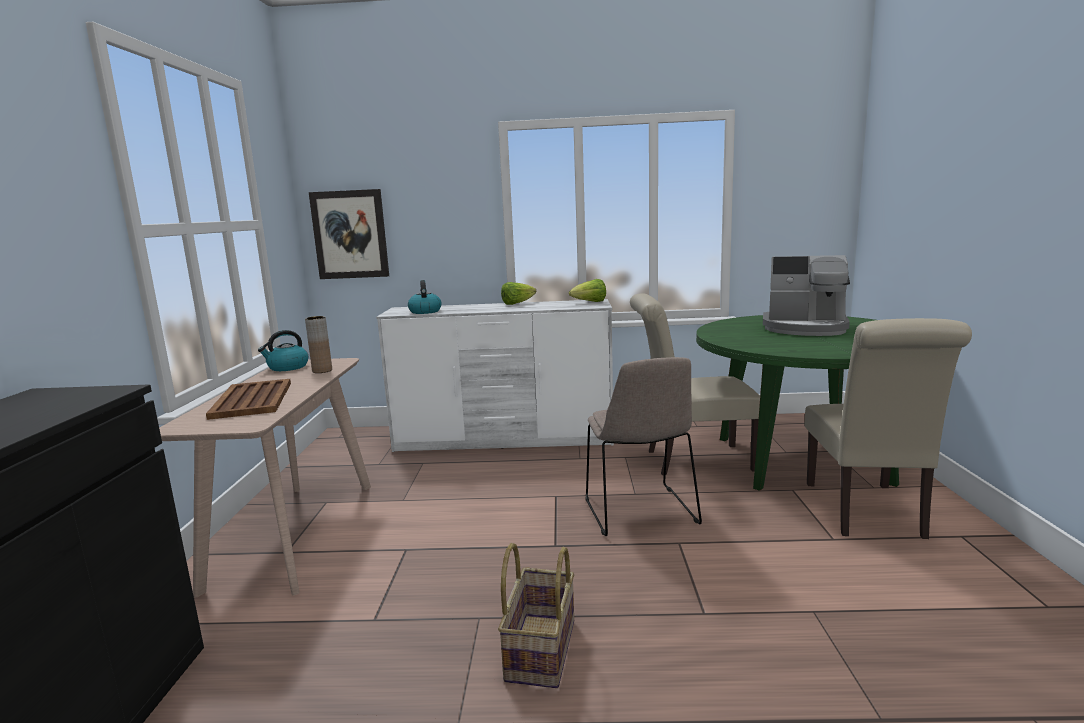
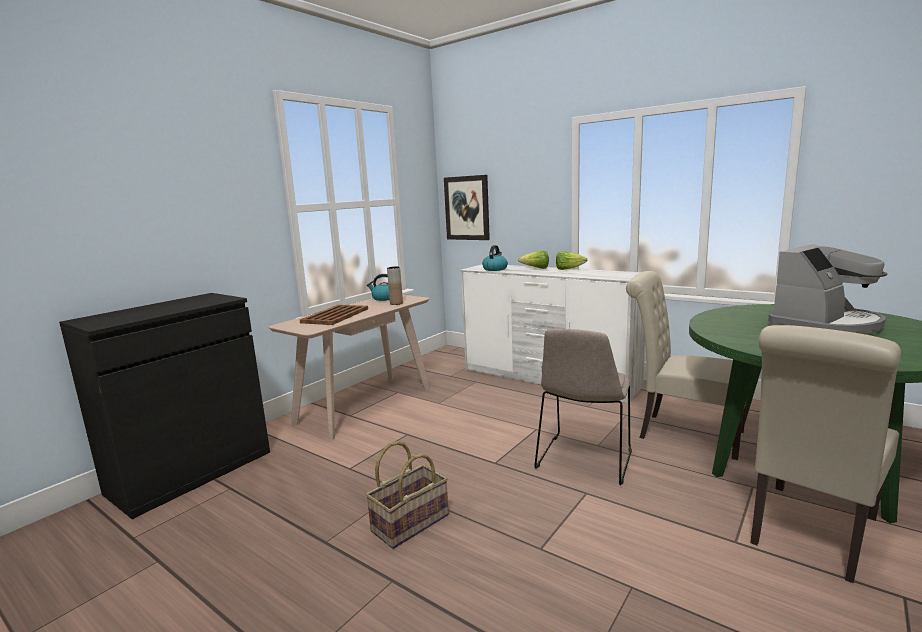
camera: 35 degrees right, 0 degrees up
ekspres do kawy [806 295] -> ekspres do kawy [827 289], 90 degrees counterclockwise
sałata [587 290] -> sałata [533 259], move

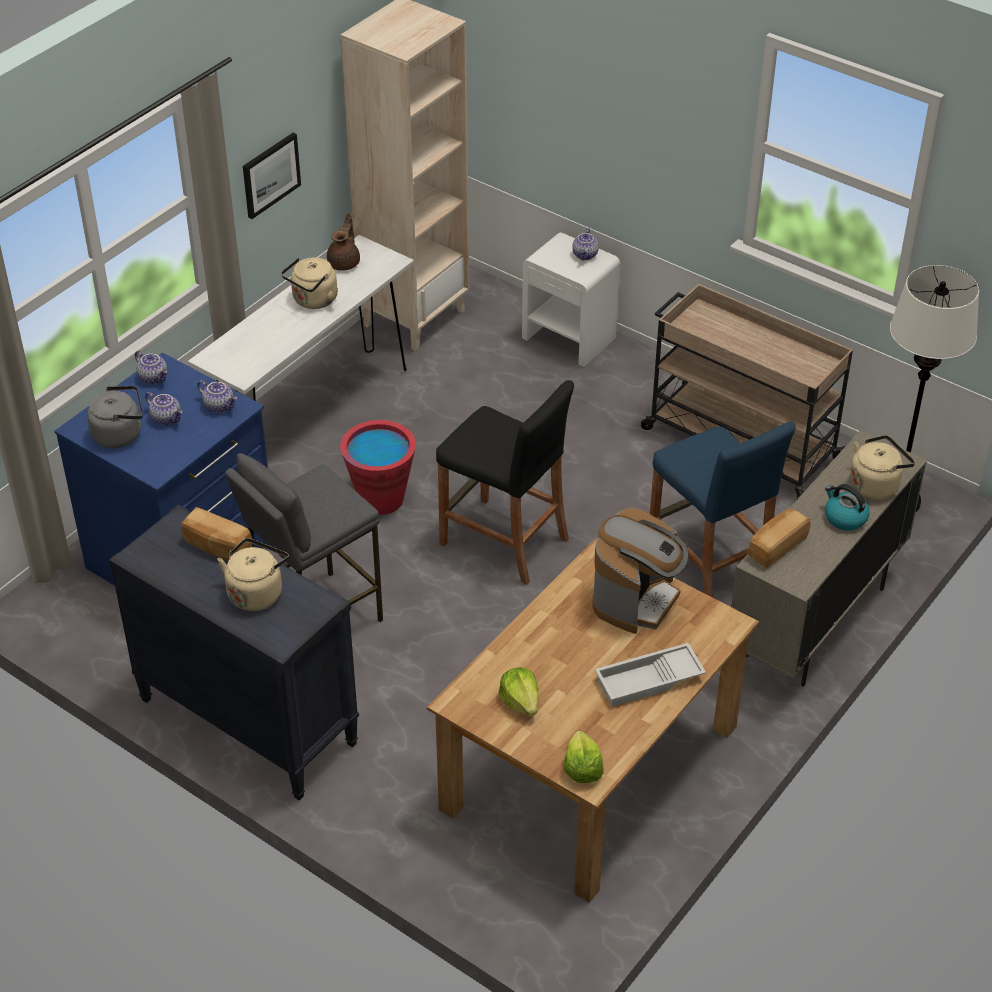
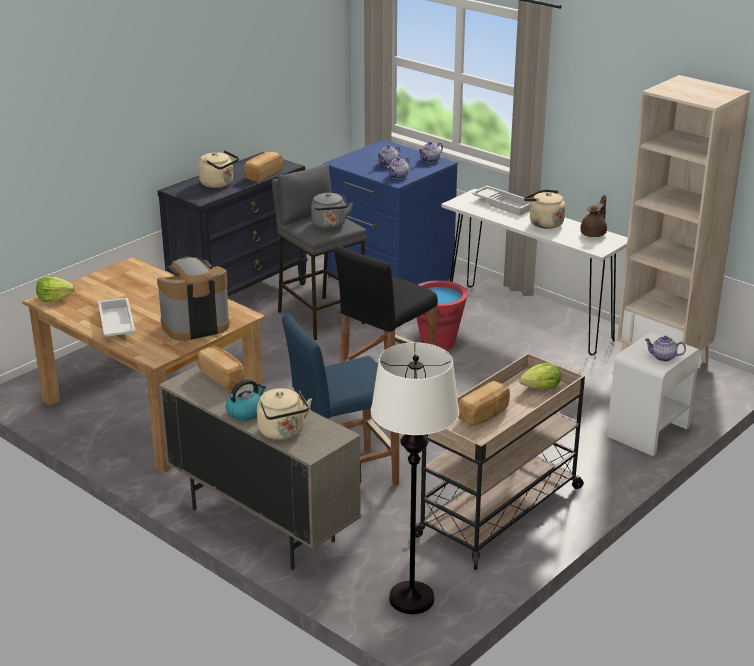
camera: 95 degrees right, 15 degrees down
obraz [272 176] -> none
imbryk (brązowy) [343 241] -> imbryk (brązowy) [593 216], 75 degrees counterclockwise
czajnik (szary) [115 417] -> czajnik (szary) [332 211], move
ekspres do kawy [640 571] -> ekspres do kawy [193 298], 120 degrees clockwise
sałata [518 691] -> sałata [540 376], move
none -> taca (biały) [501 201]
none -> chleb [484 403]

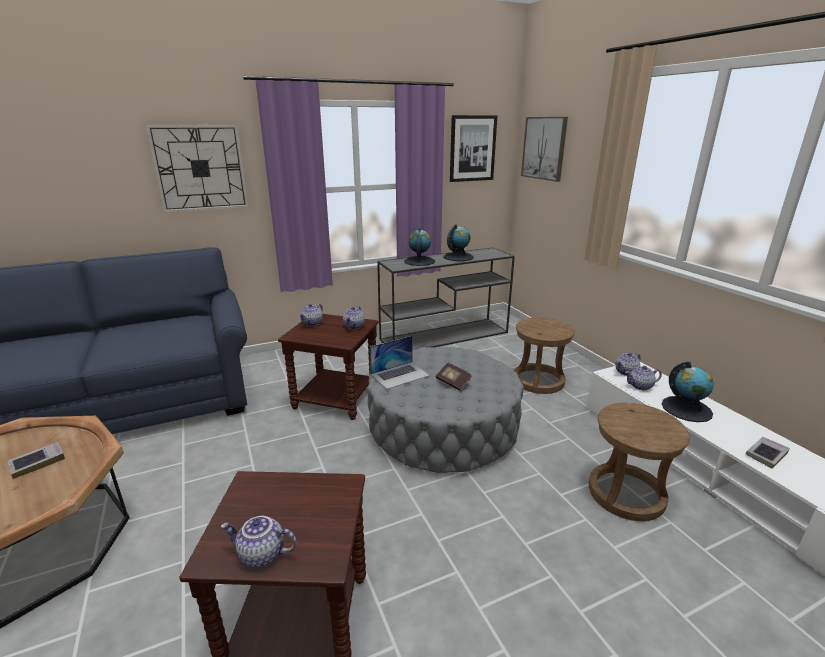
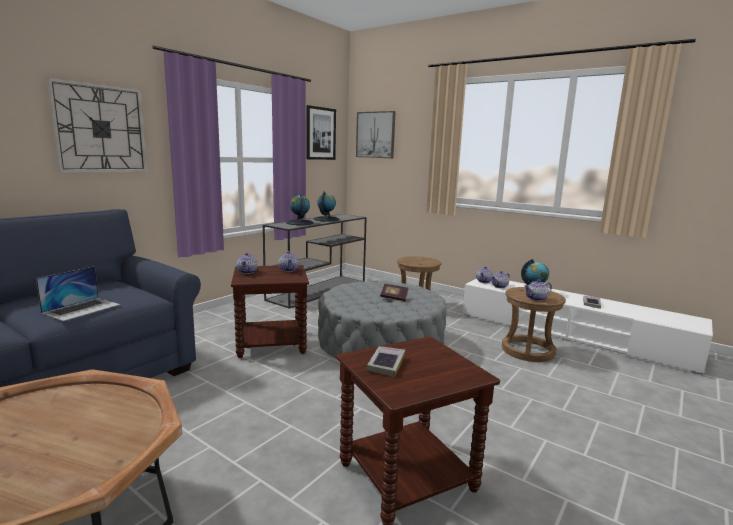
camera: 30 degrees left, 10 degrees down
laptop [400 362] -> laptop [78 293], move
książka [36 460] -> książka [385 361], move
imbryk [259 541] -> imbryk [538 290], move

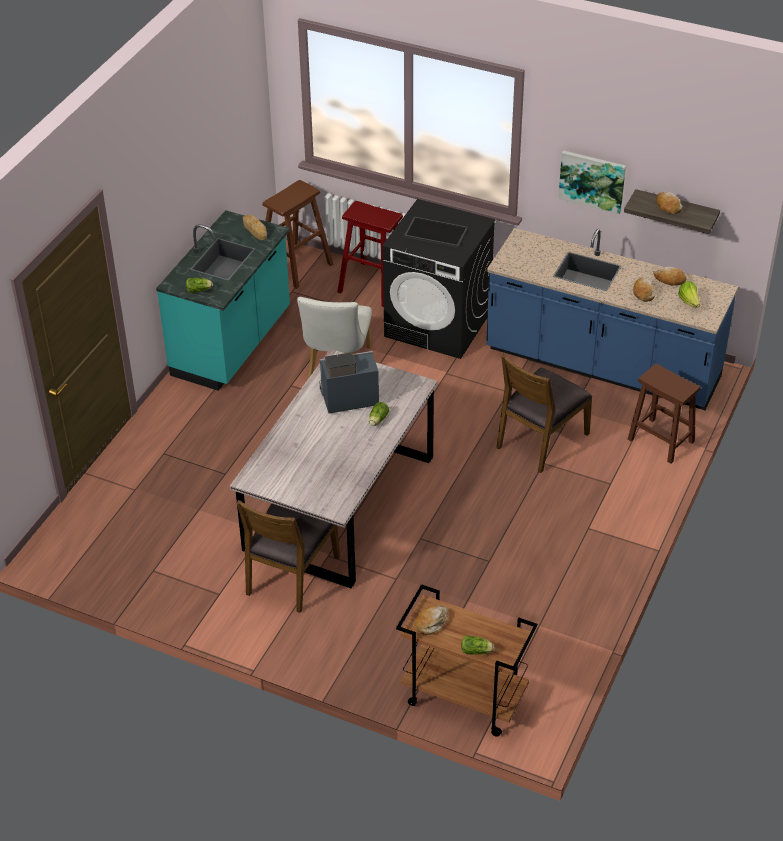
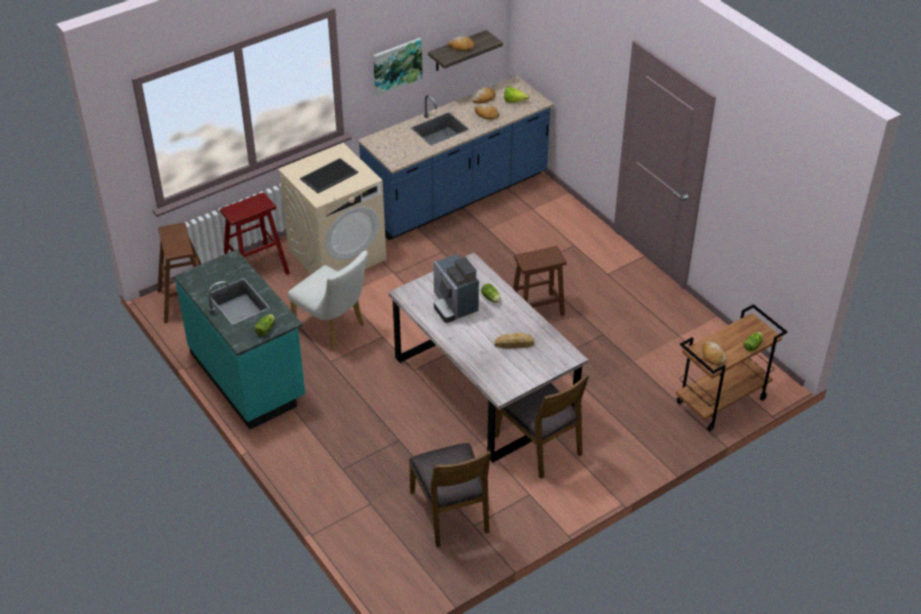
camera: 60 degrees left, 0 degrees up
pralka (czarny) [439 279] -> pralka (beżowy) [332 208]
chleb [255 227] -> chleb [514 341], move
ekspres do kawy [349 382] -> ekspres do kawy [456 288], 45 degrees counterclockwise
krzesło (brązowy) [544 413] -> krzesło (brązowy) [450 495], move
stołek (brązowy) [664 413] -> stołek (brązowy) [539 281], move

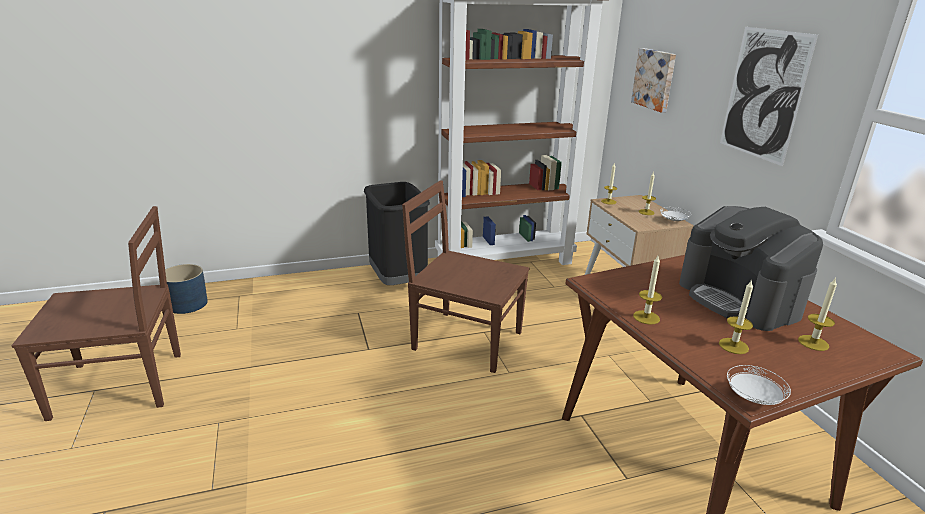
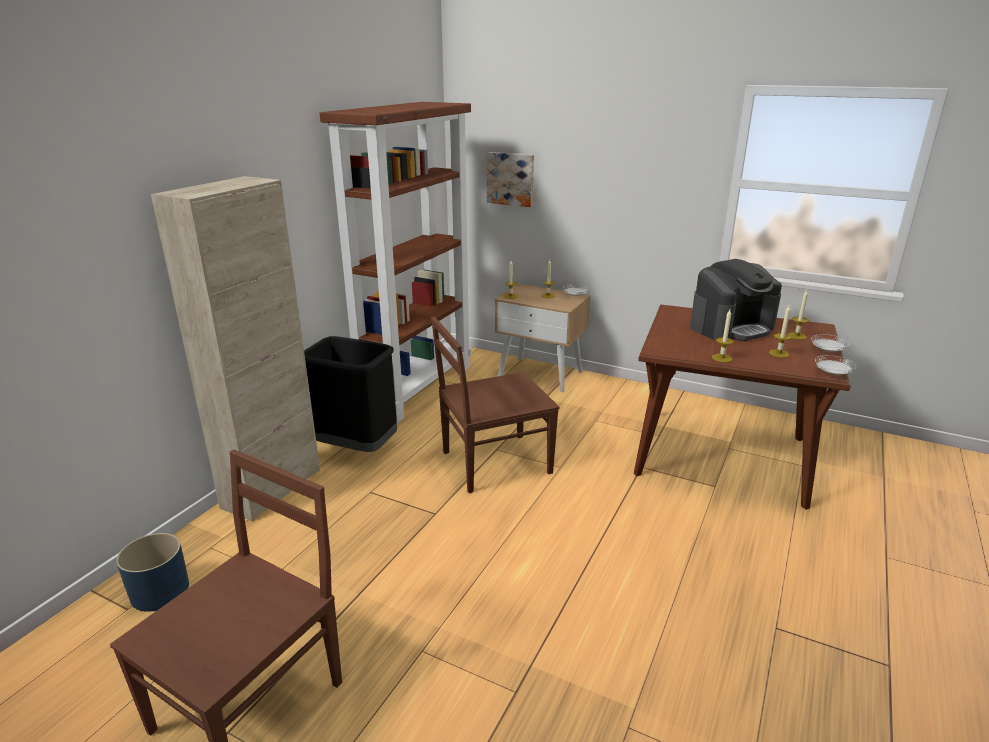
camera: 45 degrees left, 0 degrees up
obraz [769 96] -> none
ekspres do kawy [751 268] -> ekspres do kawy [736 300], 45 degrees counterclockwise
none -> szafka (beżowy) [235 348]
none -> talerz (biały) [830 343]

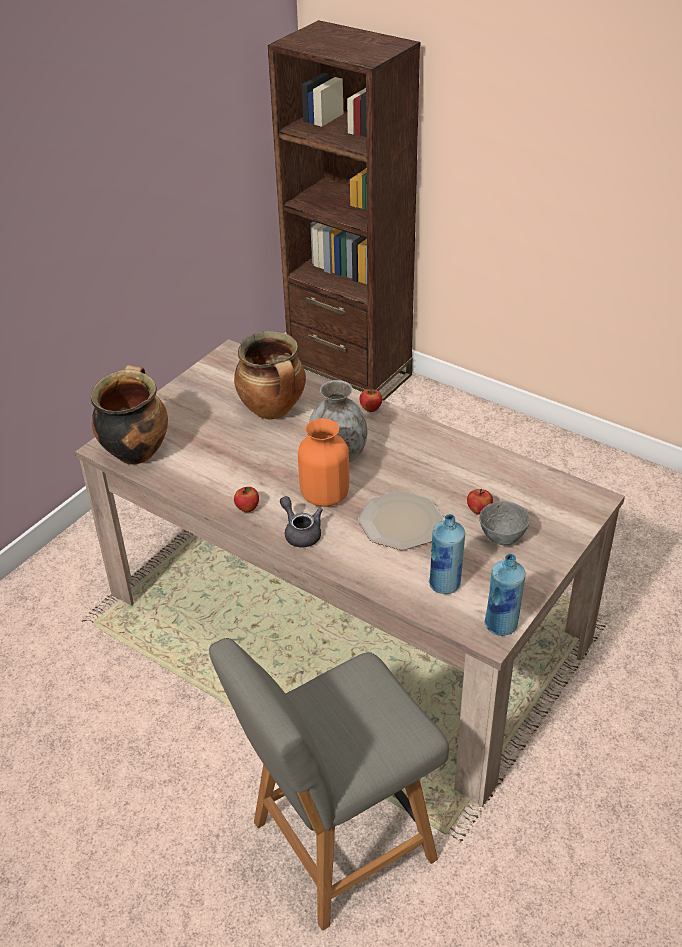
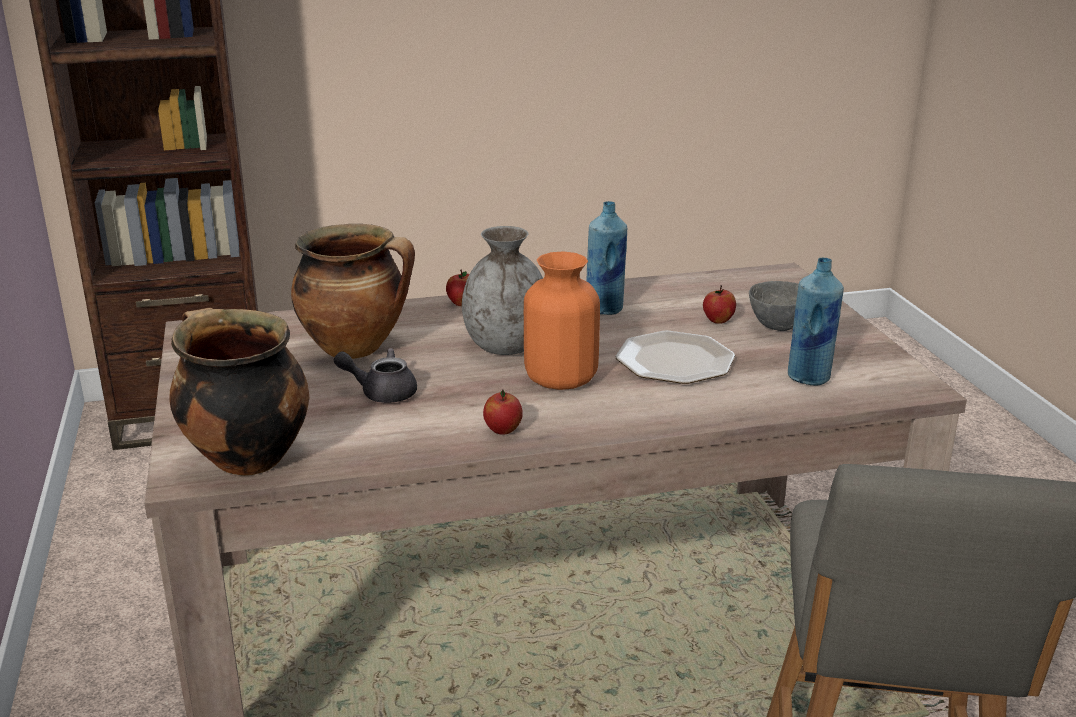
camera: 50 degrees left, 15 degrees down
imbryk (szary) [301 521] -> imbryk (szary) [375 375], move
butelka (niebieski) [505 595] -> butelka (niebieski) [606 258], move

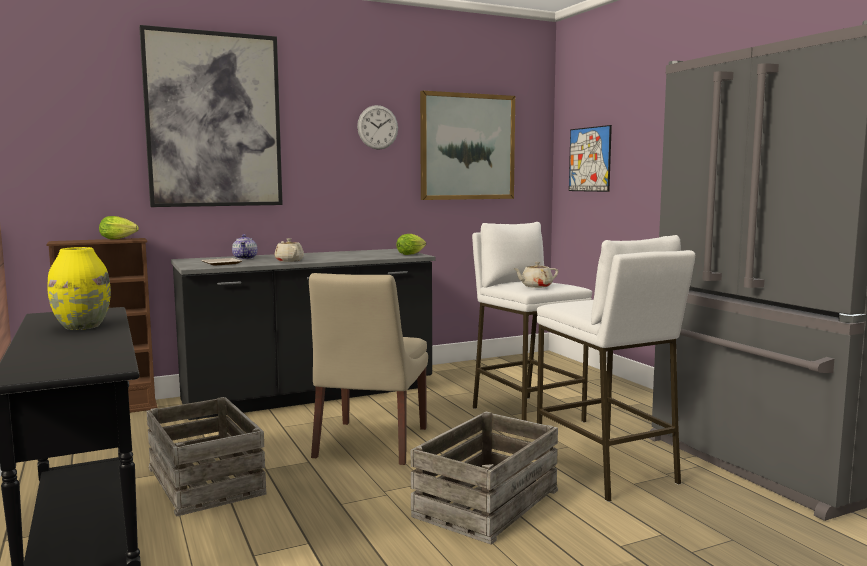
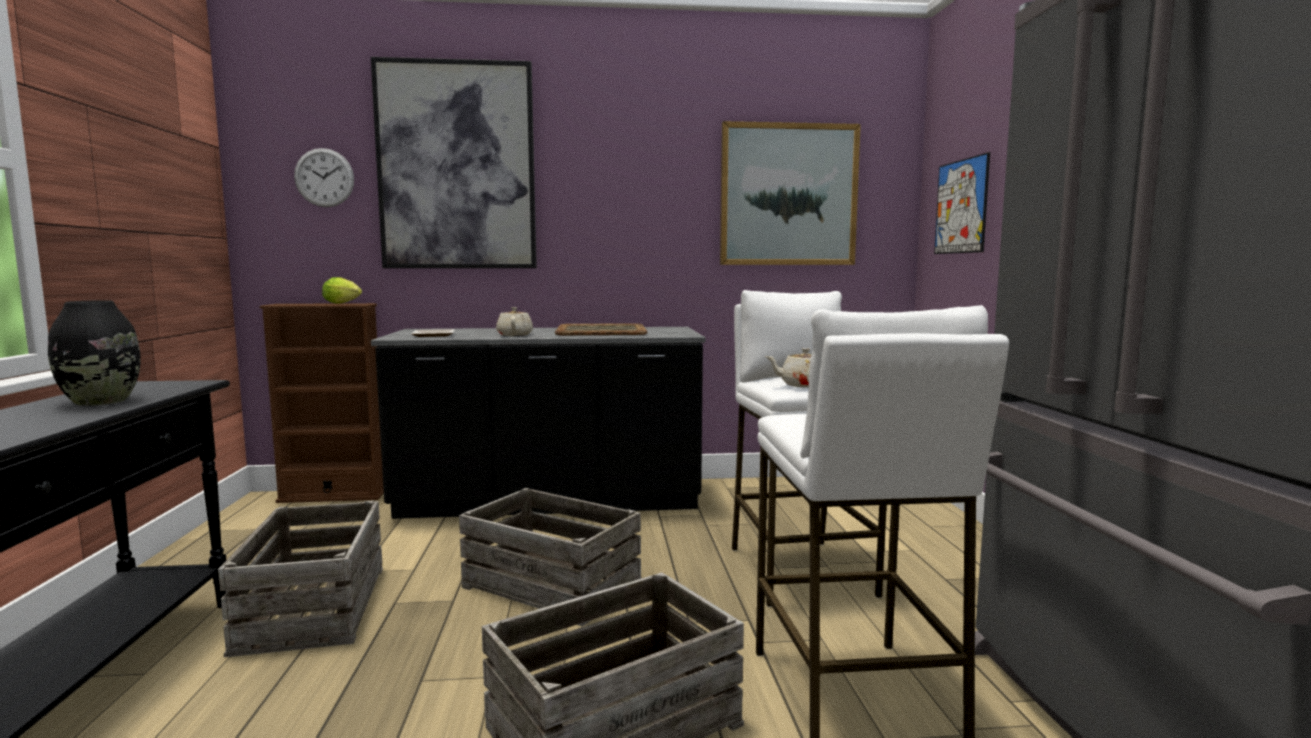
camera: 20 degrees right, 0 degrees up
zegar ścienny [377 127] -> zegar ścienny [324 177], move
imbryk [244 246] -> none
sałata [411 244] -> none
wazon (żółty) [79 288] -> wazon (czarny) [94 353]
krzesło (beżowy) [368 369] -> skrzynka [550 557]
none -> taca [601 329]

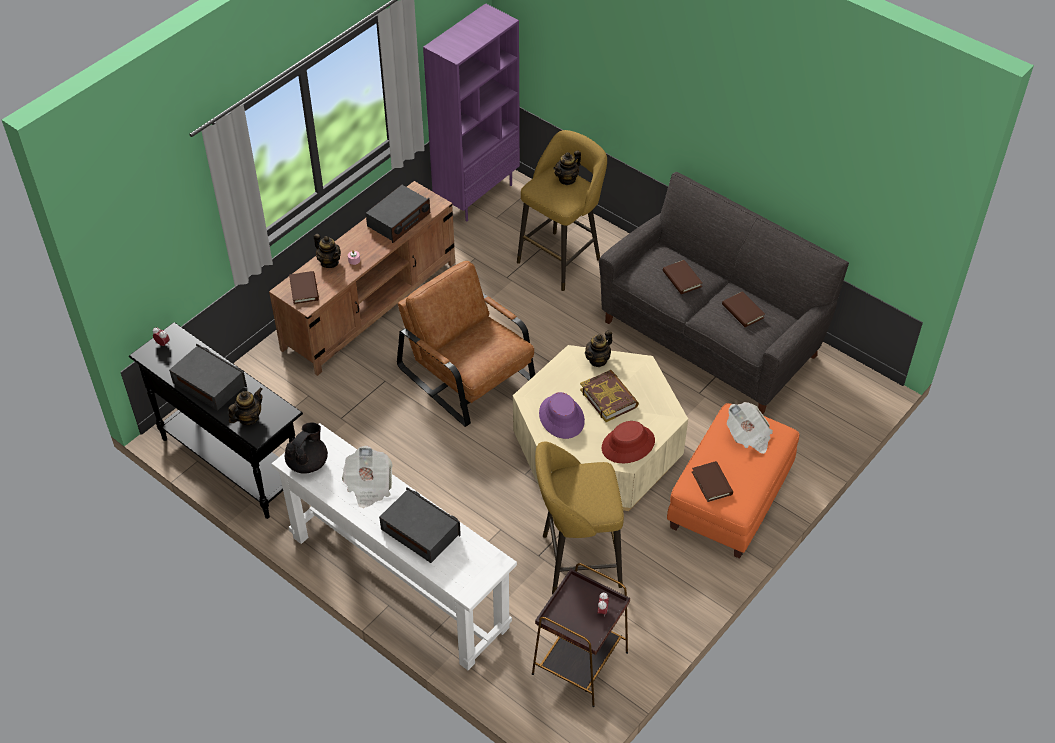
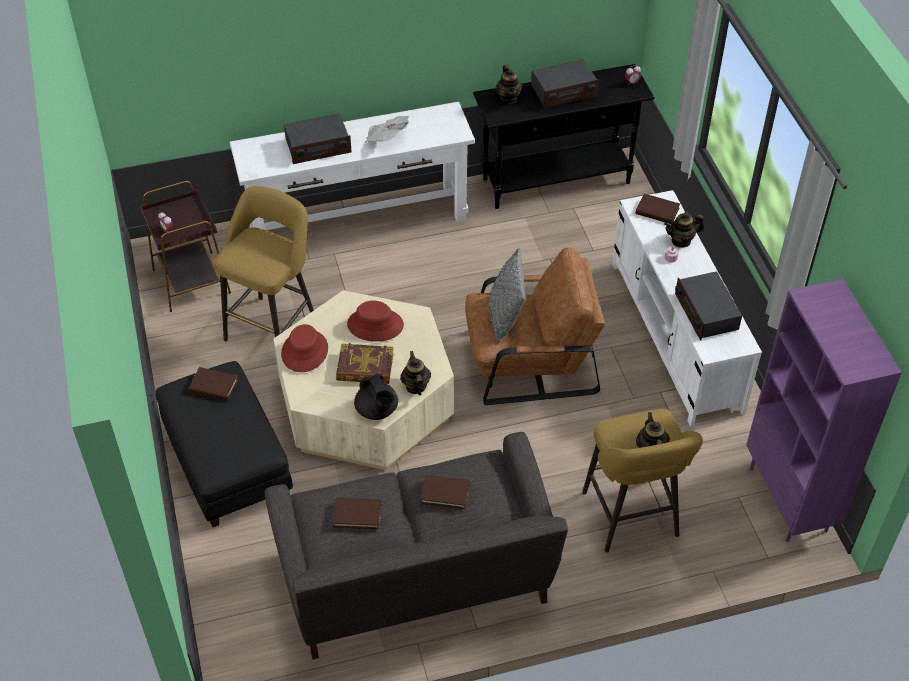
camera: 125 degrees right, 0 degrees up
szafka pod telewizor (brązowy) [362 278] -> szafka pod telewizor (biały) [687 308]
kapelusz (fioletowy) [562 415] -> kapelusz (czerwony) [375 321]
gazeta [750 428] -> none
pufa (pomarańczowy) [733 481] -> pufa (czarny) [224 444]
imbryk (czarny) [306 448] -> imbryk (czarny) [376 397], move
none -> poduszka (szary) [507 295]

